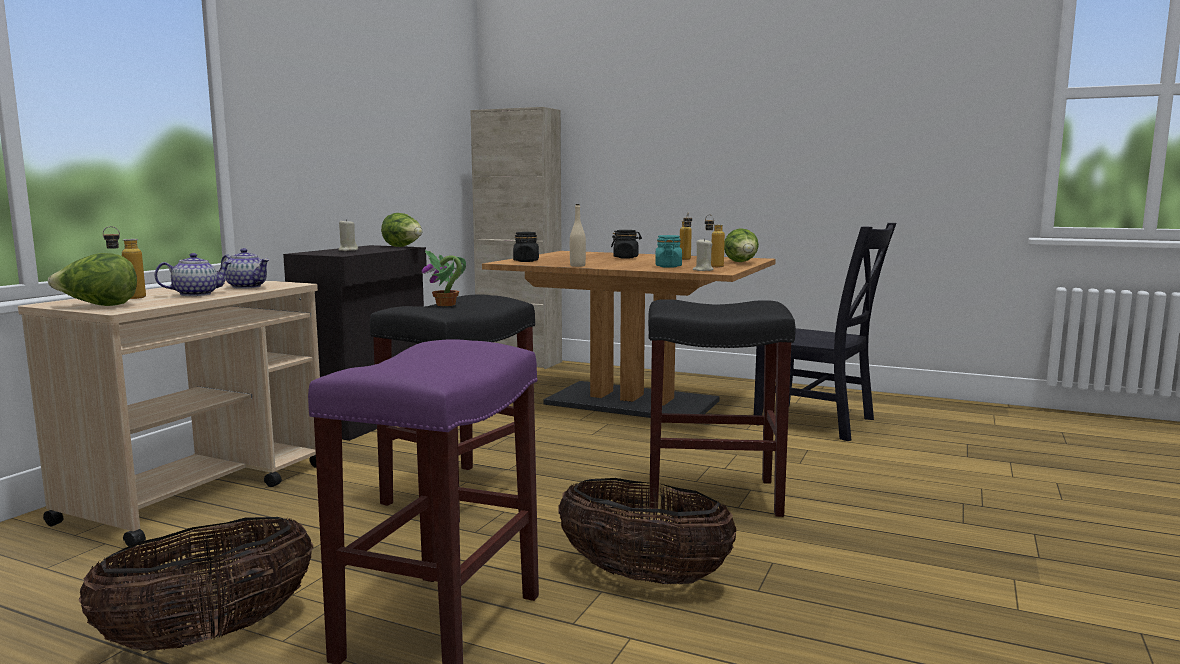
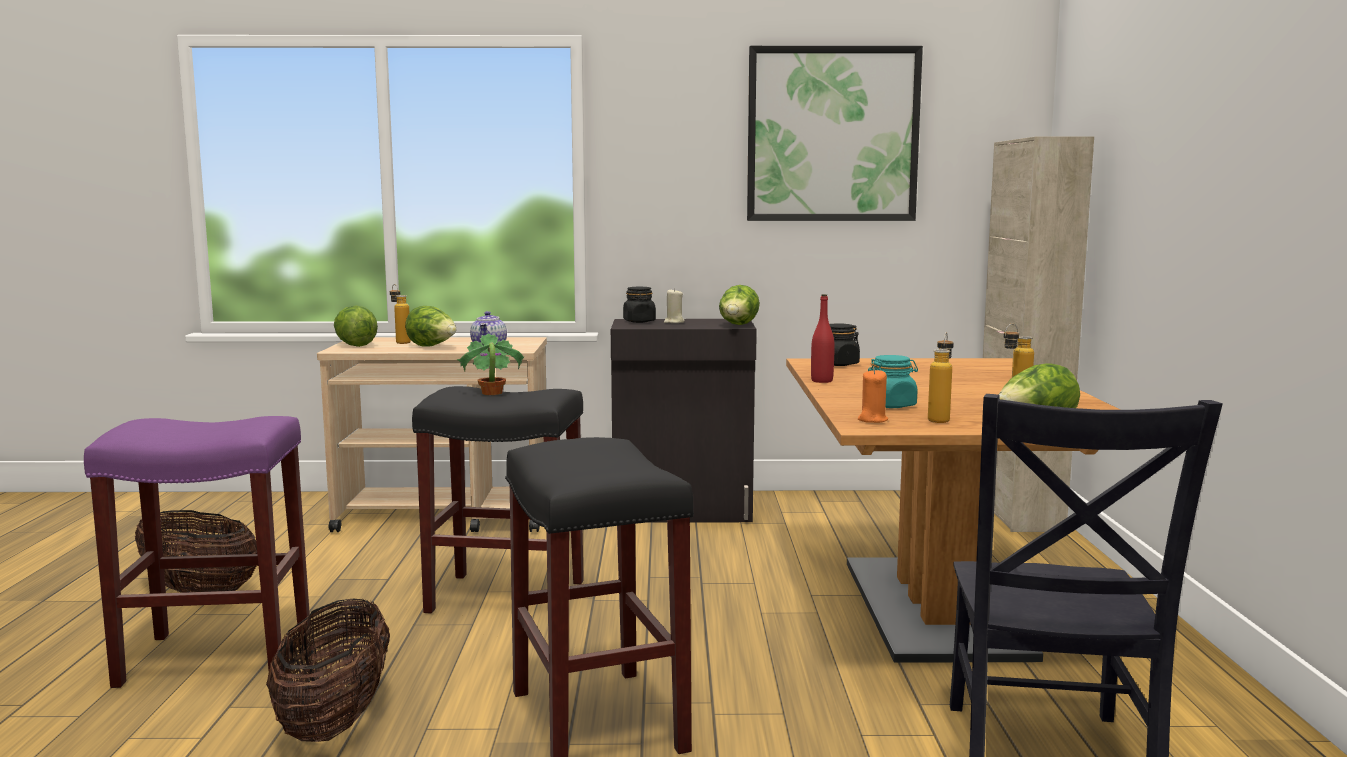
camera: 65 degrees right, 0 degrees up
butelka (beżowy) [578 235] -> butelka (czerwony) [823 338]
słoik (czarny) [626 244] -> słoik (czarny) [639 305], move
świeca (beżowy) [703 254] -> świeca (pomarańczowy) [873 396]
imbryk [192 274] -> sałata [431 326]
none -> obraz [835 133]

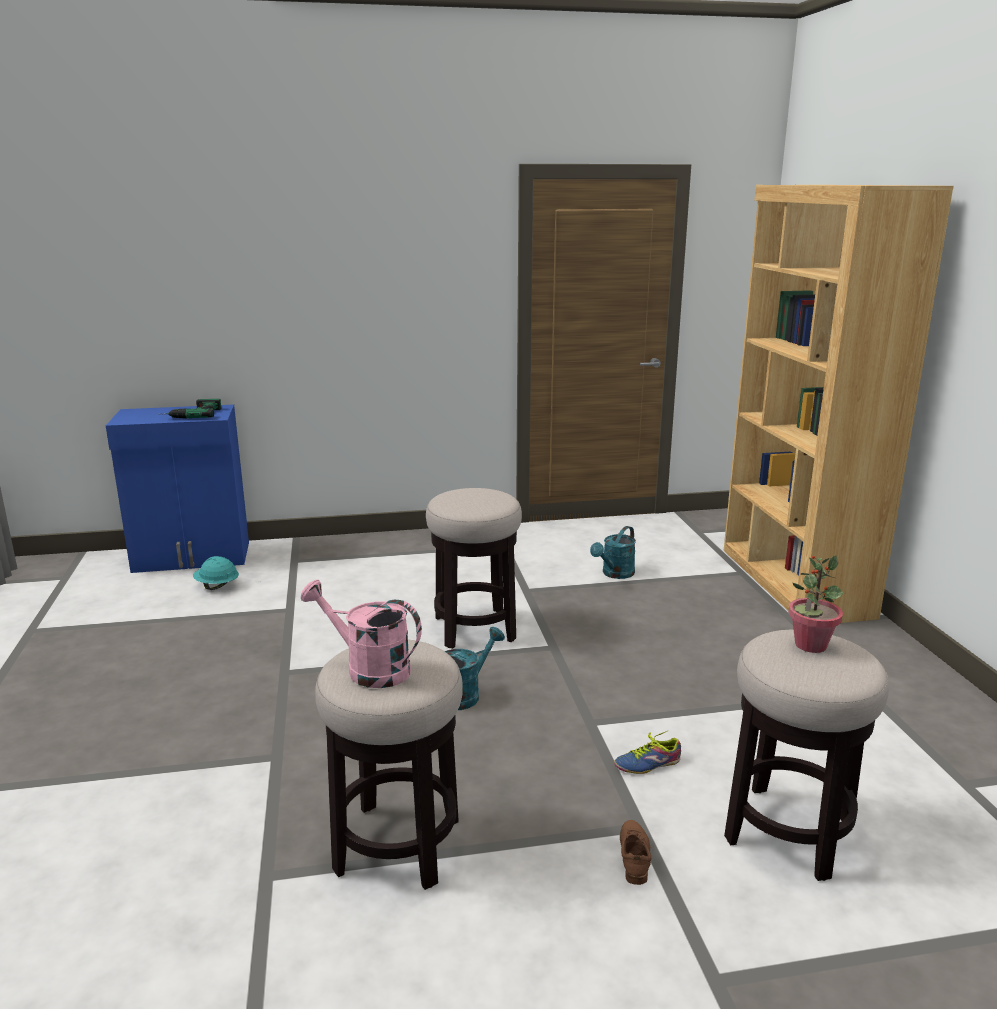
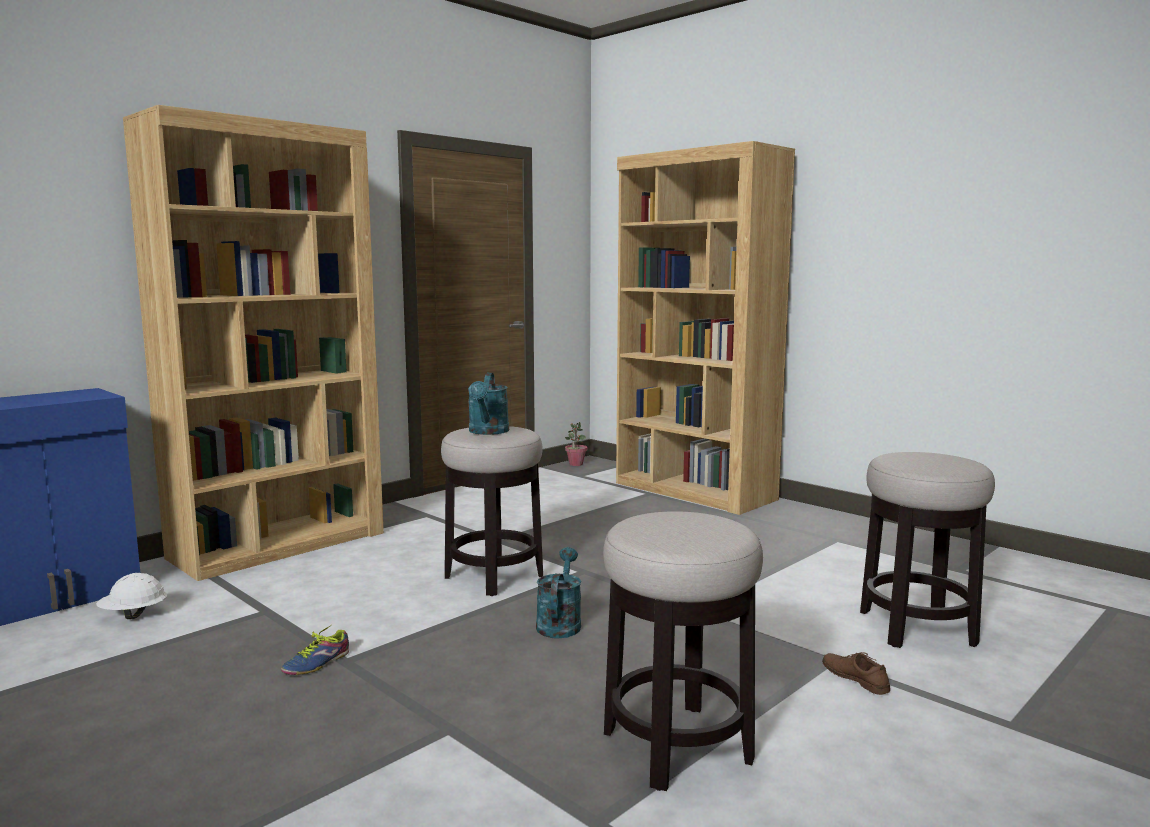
camera: 35 degrees left, 10 degrees down
wiertarka [193 408] -> none
konewka (turkusowy) [613 552] -> konewka (turkusowy) [488 404], move
roślina doniczkowa [815 604] -> roślina doniczkowa [576 444], move
kask (turkusowy) [216 573] -> kask (biały) [132 596]
konewka (różowy) [361 634] -> none
but [647 752] -> but [315 650], move
none -> regał (brązowy) [253 343]

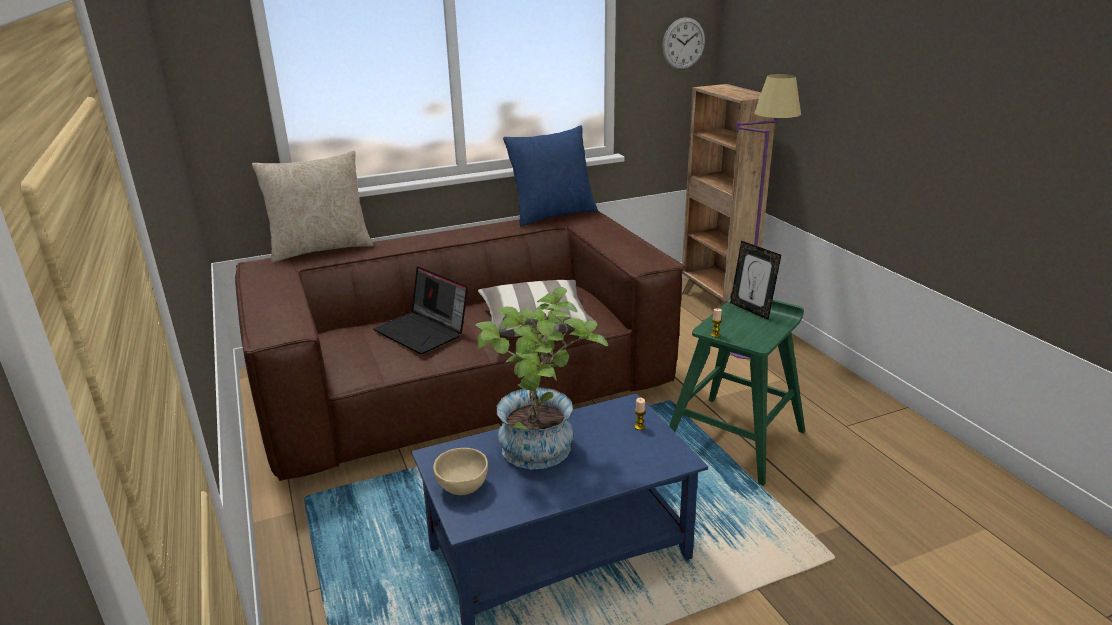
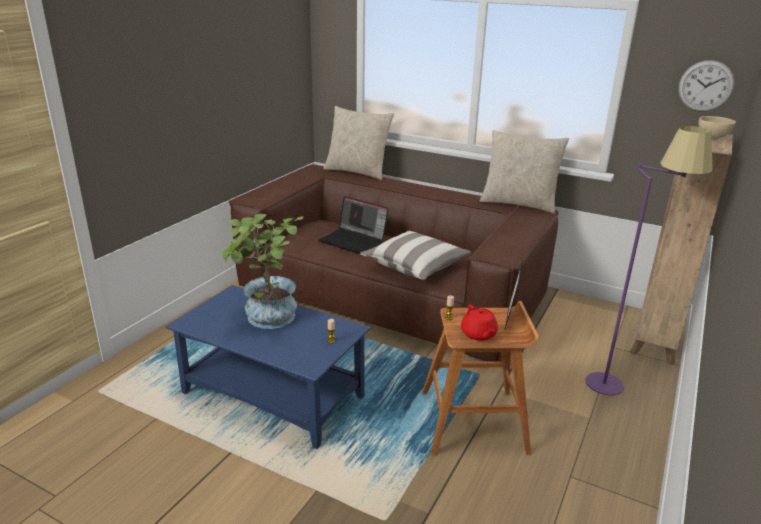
camera: 50 degrees right, 0 degrees up
poduszka (niebieski) [550 175] -> poduszka (beżowy) [524 172]
laptop [420 310] -> laptop [353 225], 60 degrees counterclockwise
stołek (zielony) [737 389] -> stołek (brązowy) [480 378]
miska (beżowy) [460 471] -> miska (beżowy) [717 127], move
none -> imbryk (czerwony) [479 323]

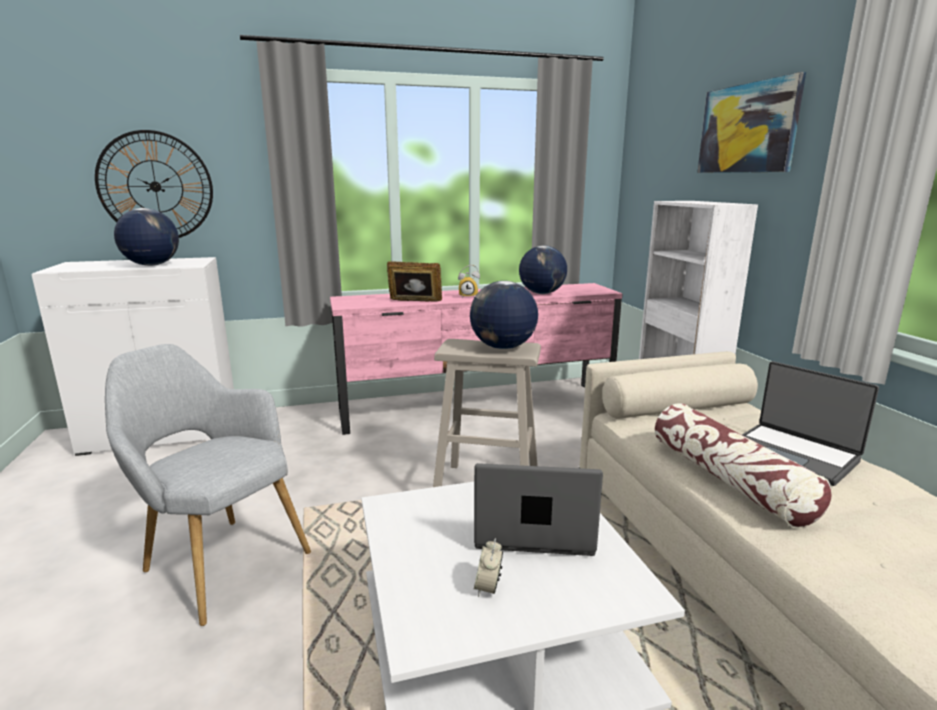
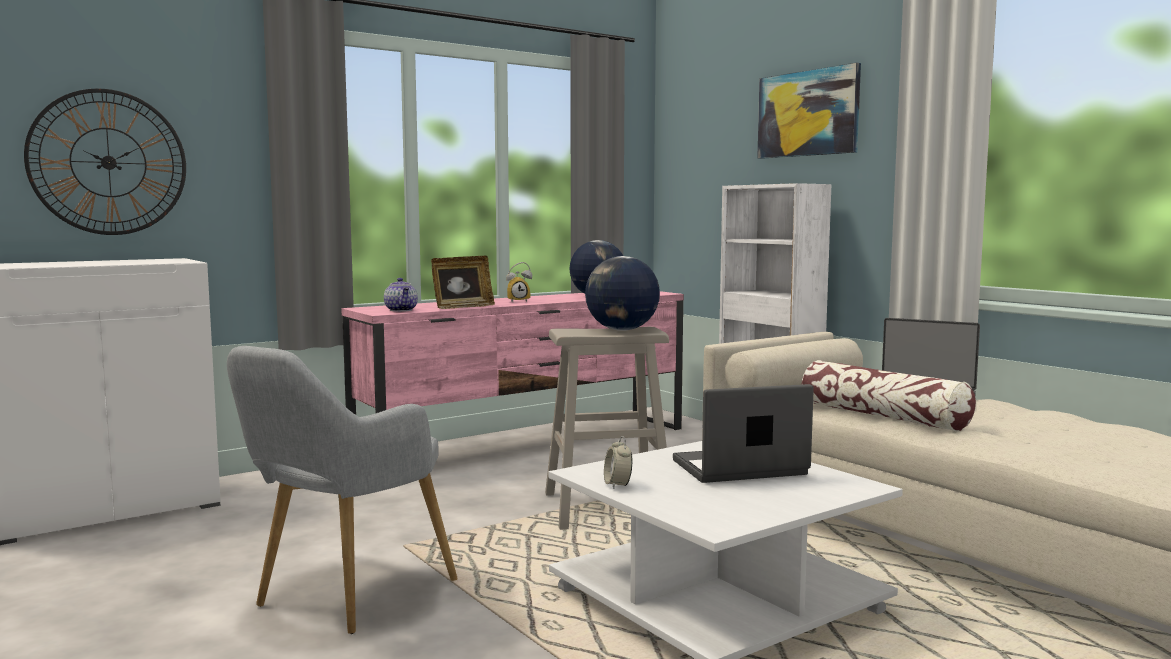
camera: 20 degrees left, 10 degrees down
globus [146 237] -> none
ramka na zdjęcie [414 281] -> ramka na zdjęcie [463 282], 150 degrees clockwise
fotel (szary) [208 485] -> fotel (szary) [342 490], 75 degrees counterclockwise
budzik [488 567] -> budzik [618 462], move
none -> imbryk [401 295]

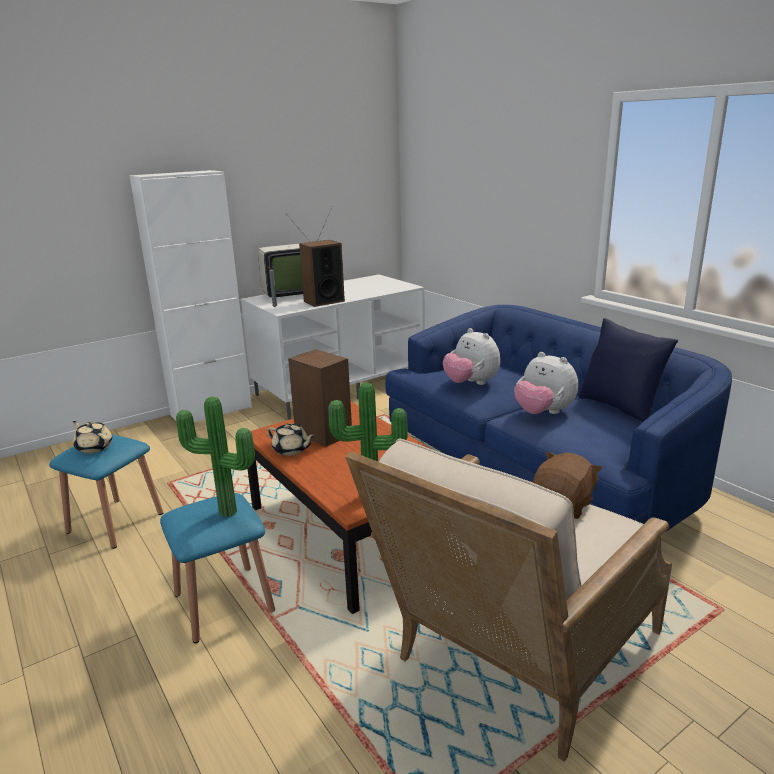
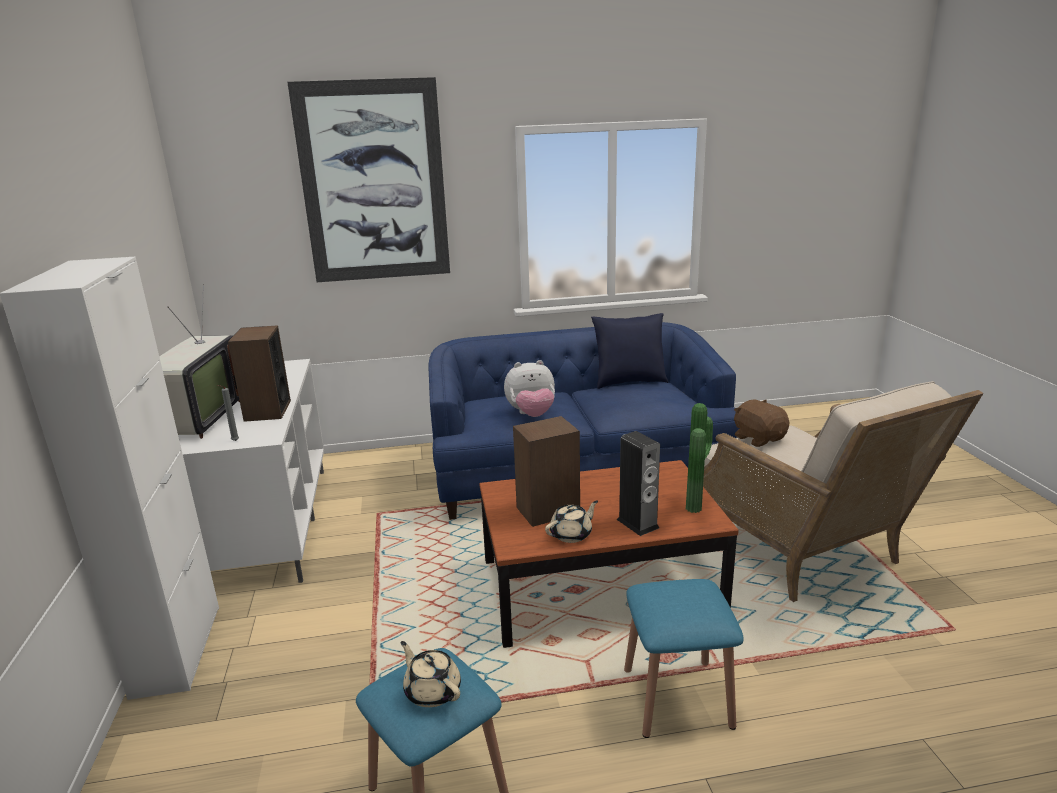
camera: 65 degrees left, 0 degrees up
pluszak [546 383] -> none
roślina doniczkowa [215 457] -> none
imbryk (beżowy) [93 437] -> imbryk (beżowy) [431 674], 75 degrees clockwise
none -> obraz [368 179]
none -> głośnik [638 483]

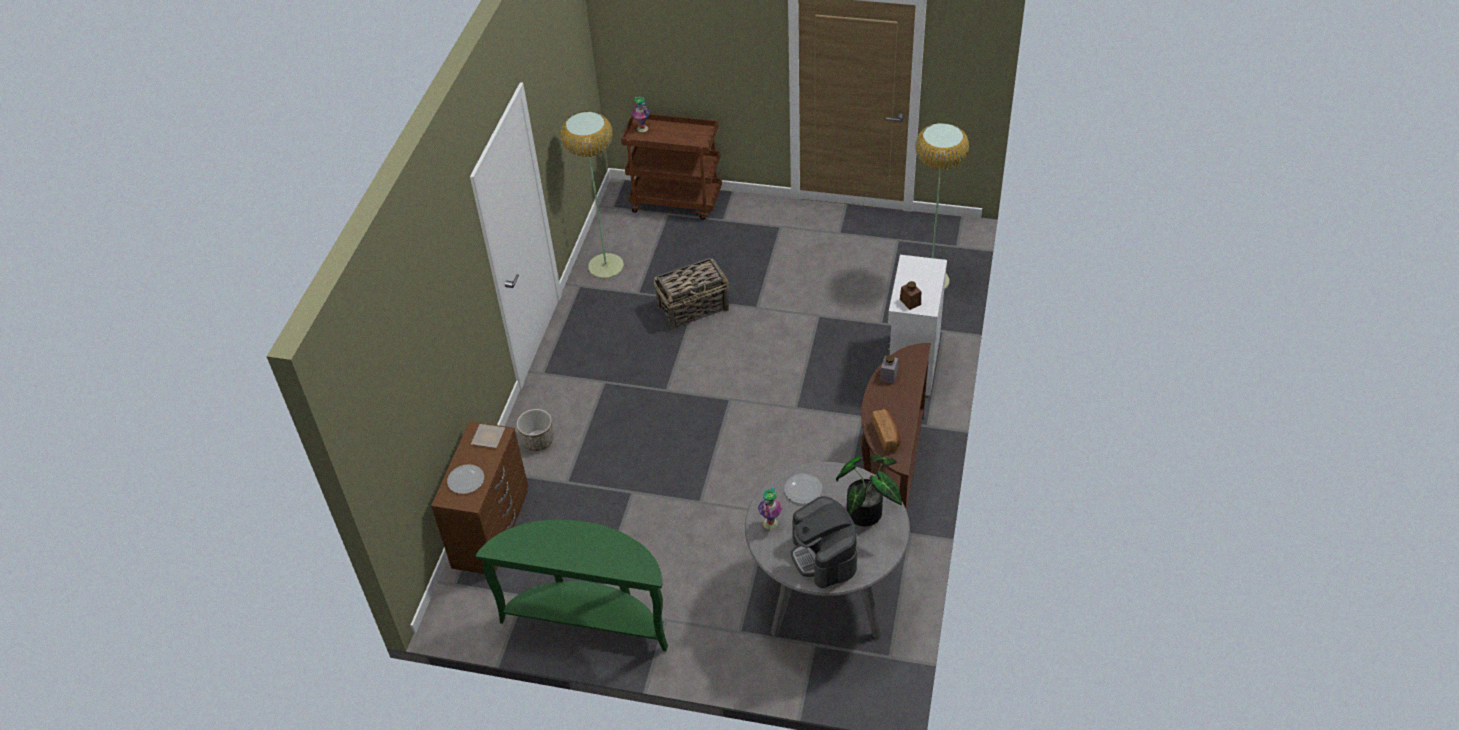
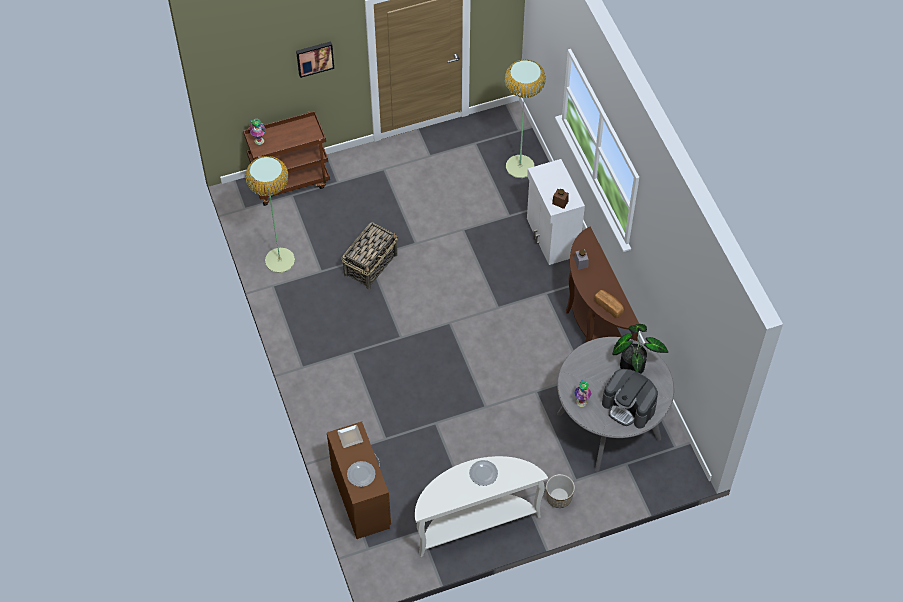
camera: 35 degrees left, 10 degrees up
donica [535 430] -> donica [560 491], move
talerz [803 488] -> talerz [483 473], move
stolik konsolowy (zielony) [572 585] -> stolik konsolowy (biały) [481 506]
none -> obraz [315 60]

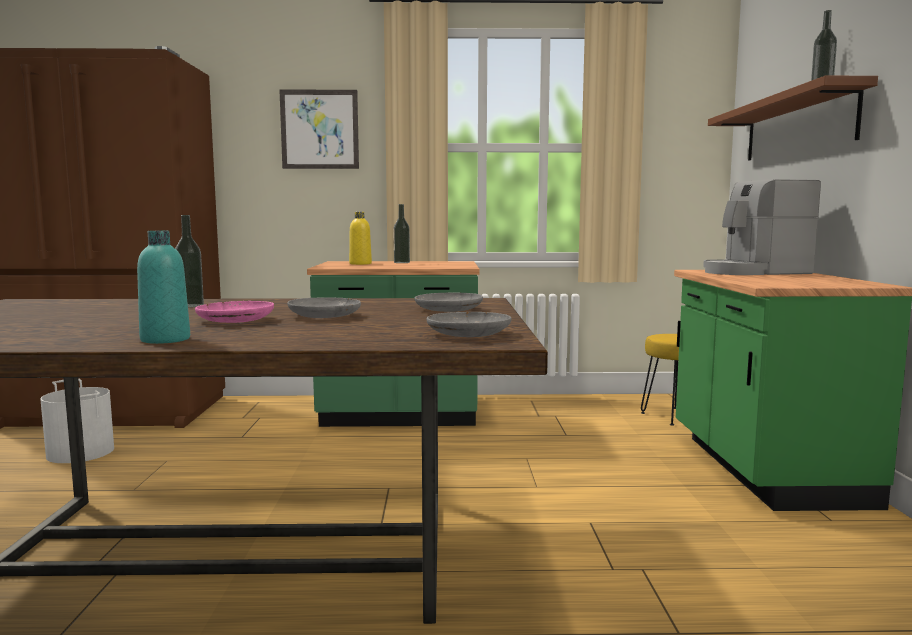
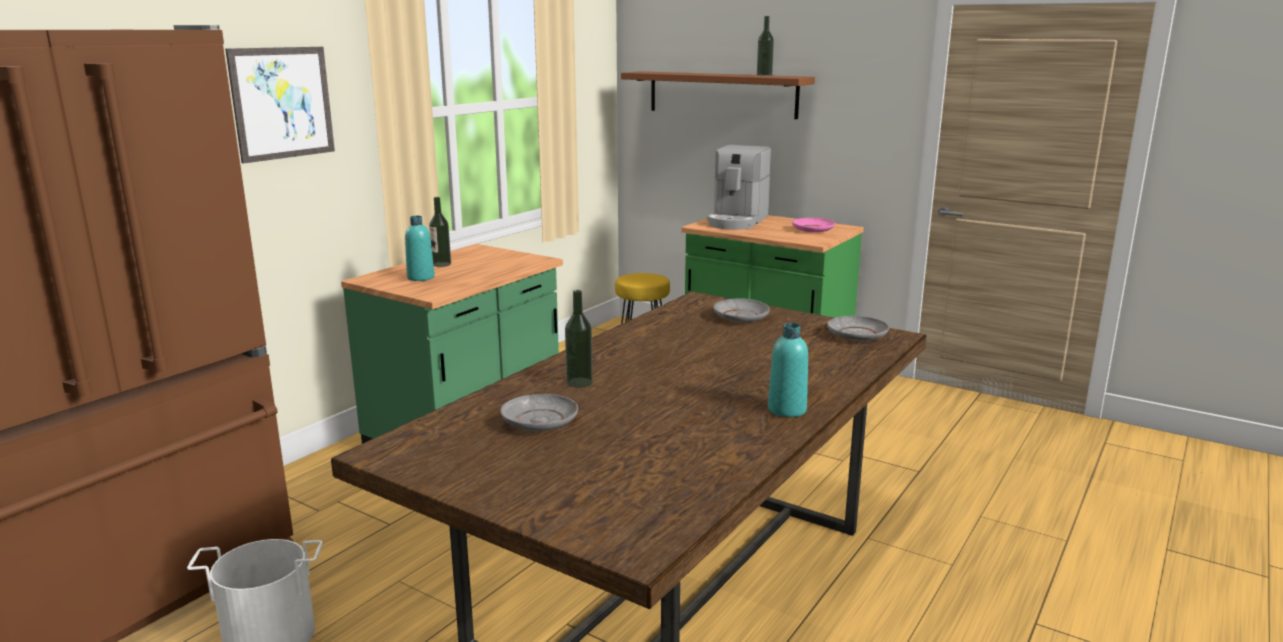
camera: 55 degrees left, 10 degrees up
butelka (żółty) [360 238] -> butelka (turkusowy) [420 248]
talerz (szary) [324 307] -> talerz (szary) [539 412], move
talerz (różowy) [234 312] -> talerz (różowy) [813 225], move

